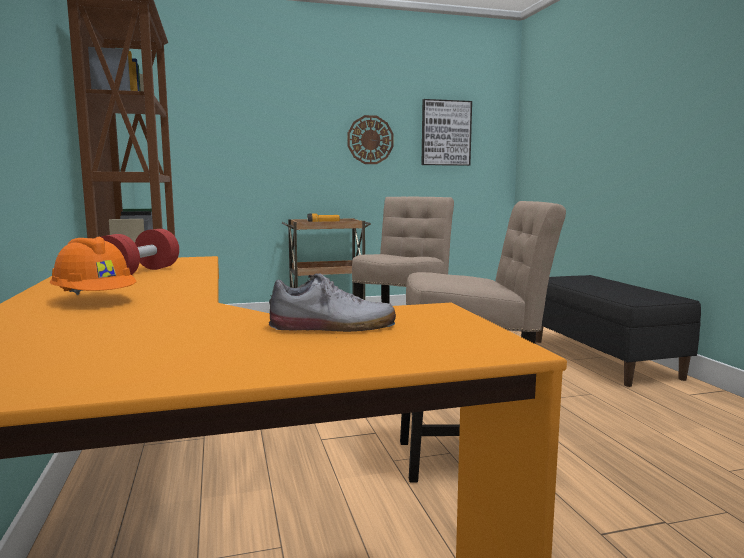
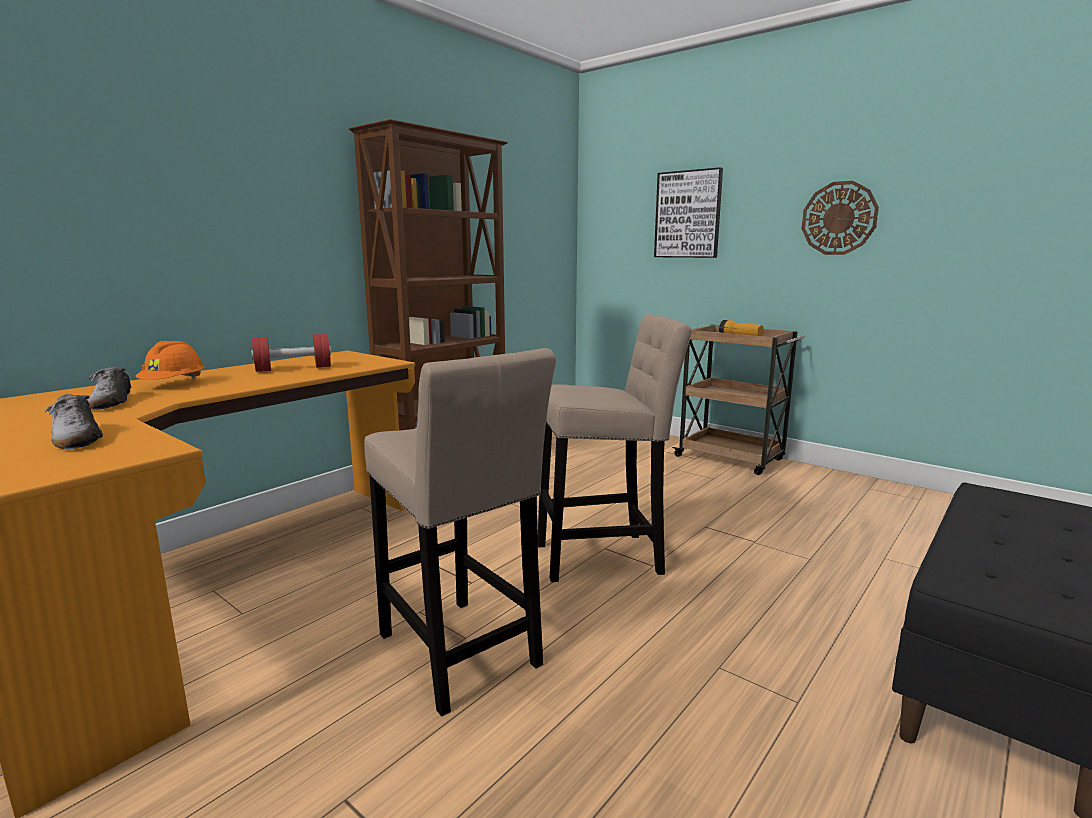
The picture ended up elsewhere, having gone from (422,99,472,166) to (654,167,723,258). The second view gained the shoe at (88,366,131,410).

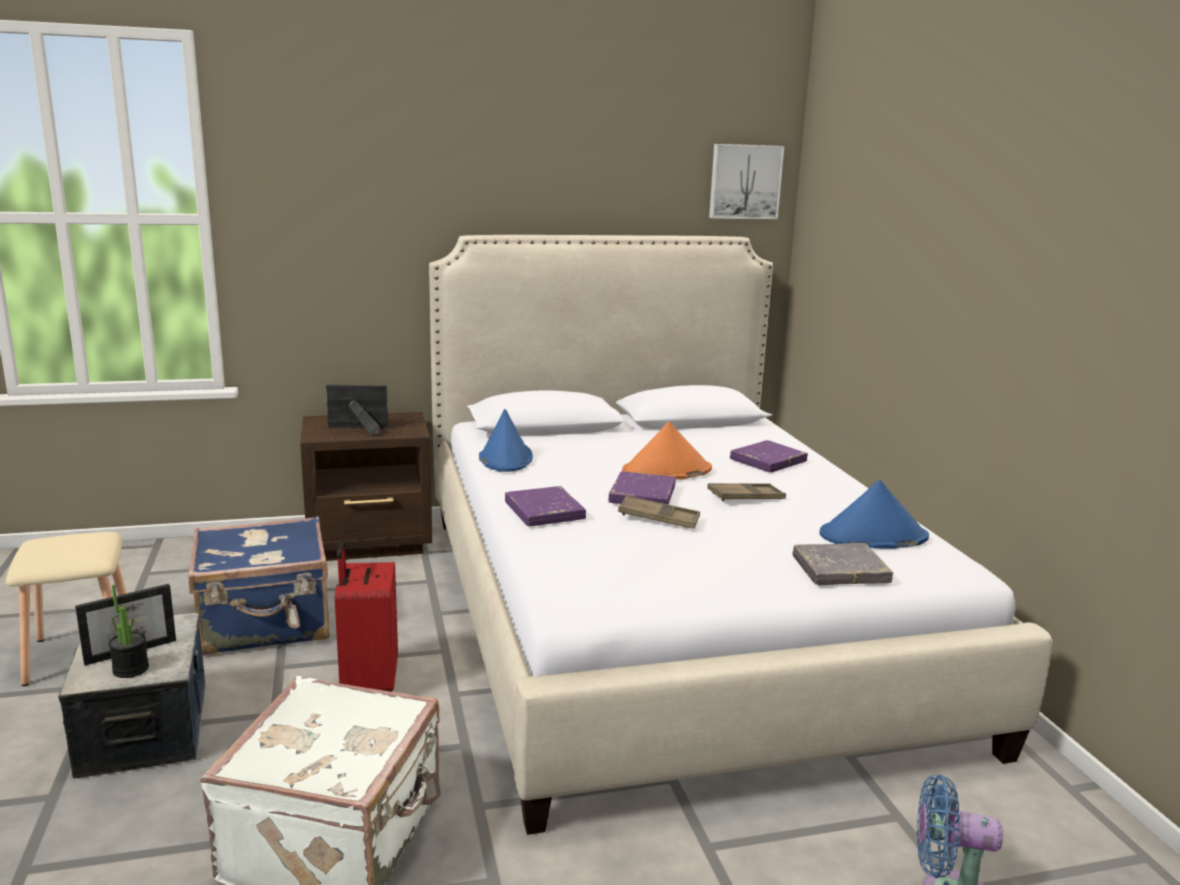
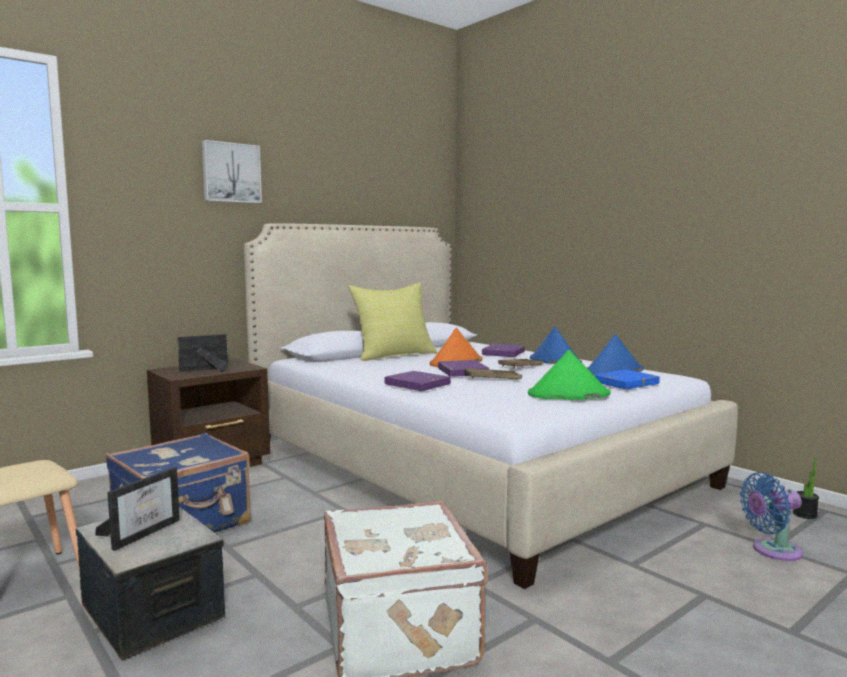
The picture ended up elsewhere, having gone from (709,144,784,219) to (202,140,262,203). The blue hat ended up elsewhere, having gone from (479,409,533,472) to (530,327,582,364). The second view lost the red suitcase at (335,540,398,692). What was the grey book at (793,543,893,585) turned into the blue book at (593,370,660,389). The potted plant ended up elsewhere, having gone from (109,585,149,678) to (793,457,819,519). The second view gained the yellow pillow at (348,283,437,361). The second view gained the green hat at (528,350,611,400).

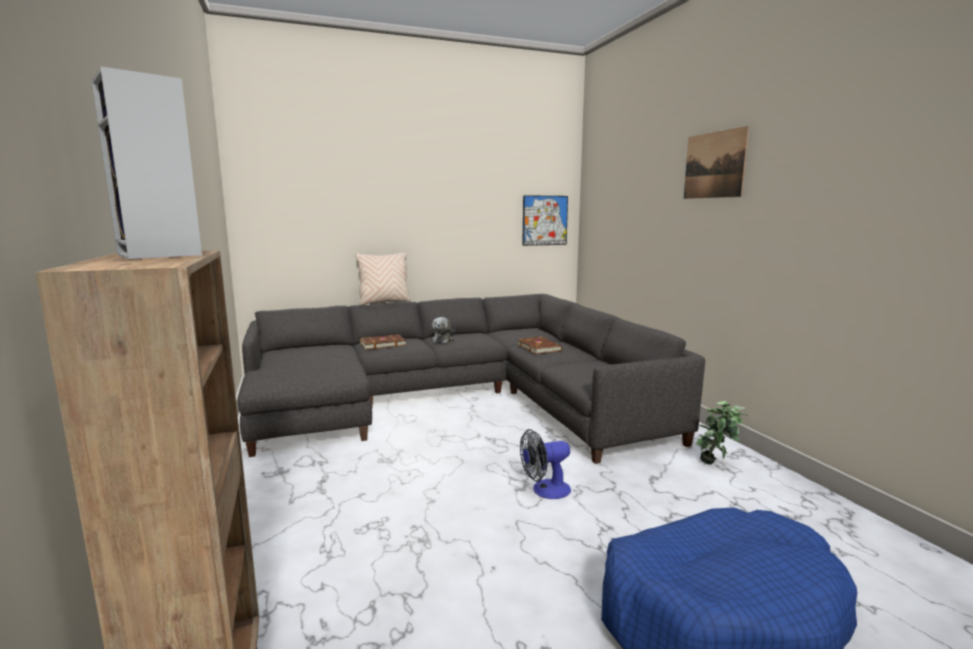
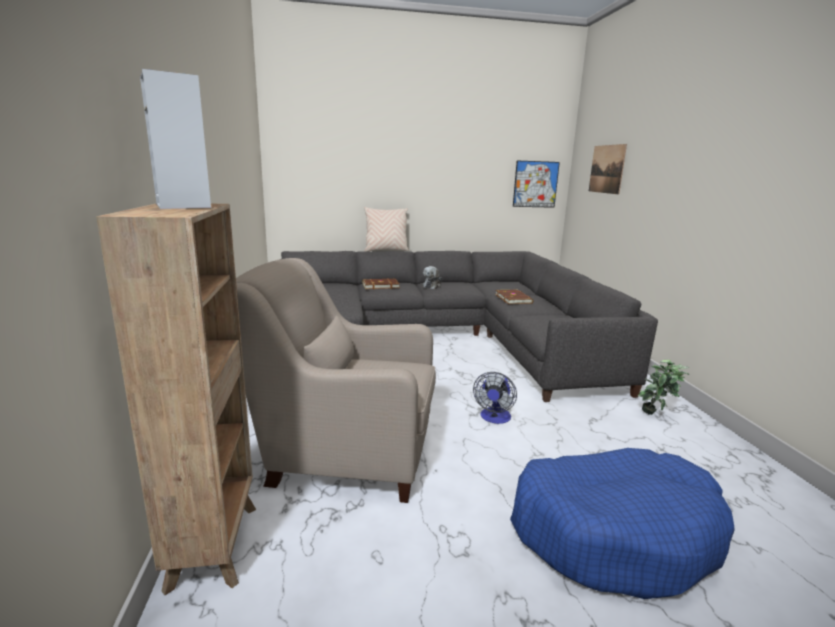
The picture ended up elsewhere, having gone from (684,126,749,199) to (589,144,627,195). The fan at (520,429,571,499) ended up facing another way, 60 degrees counterclockwise from before. The second view gained the beige armchair at (236,258,436,503).

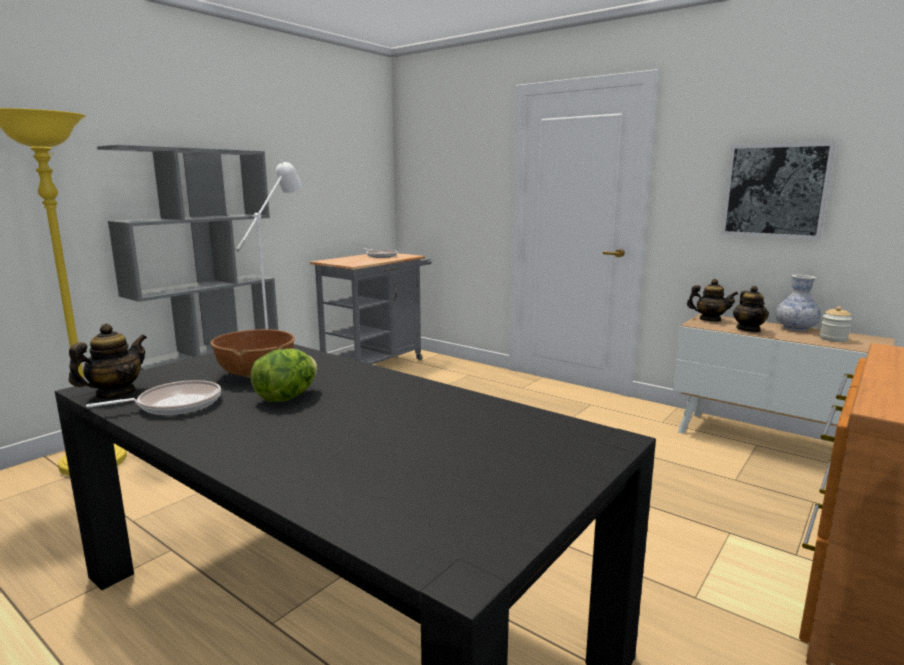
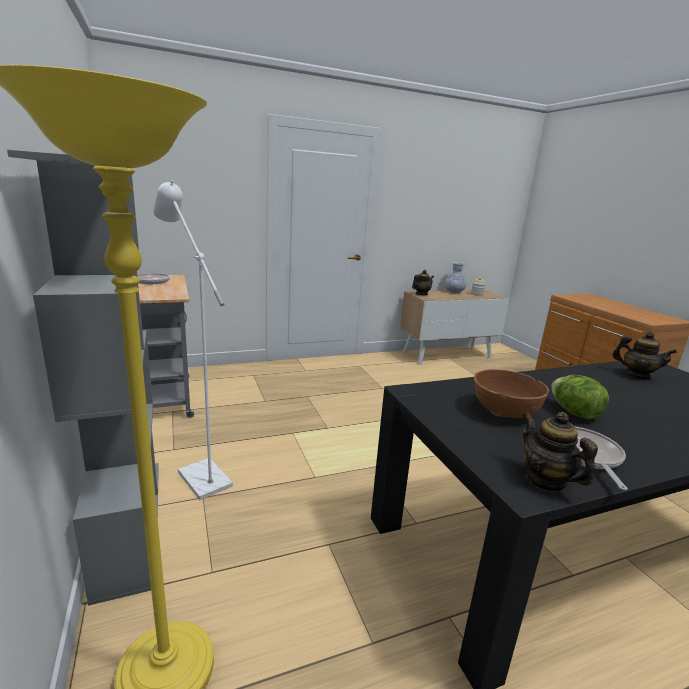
The second view lost the picture at (721,142,836,239). The teapot ended up elsewhere, having gone from (733,286,769,332) to (612,332,677,379).

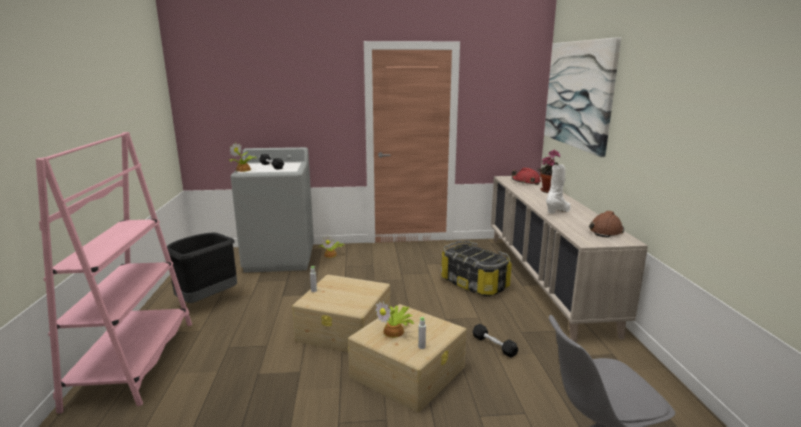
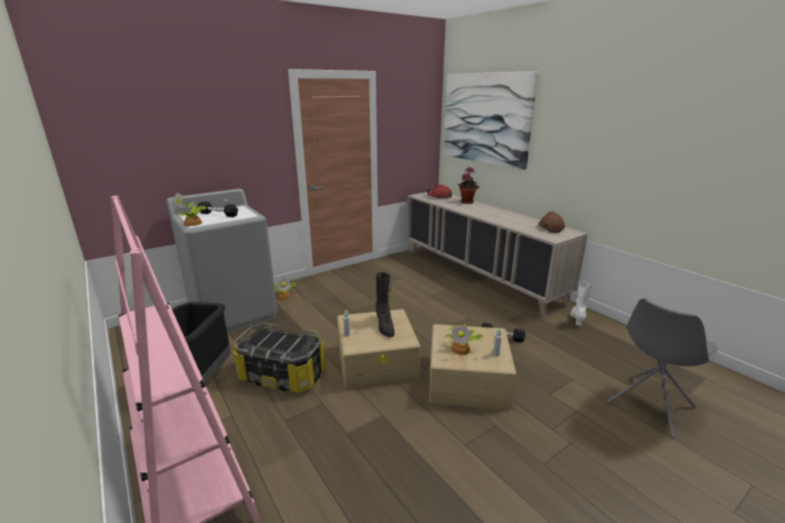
The white boot ended up elsewhere, having gone from (546,164,571,214) to (570,281,591,326). The storage box ended up elsewhere, having gone from (441,241,512,296) to (233,323,326,393). The second view gained the black boot at (376,272,395,338).

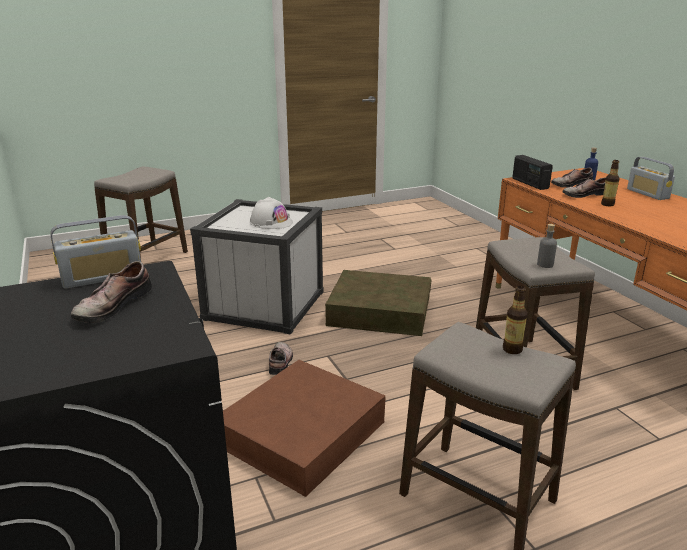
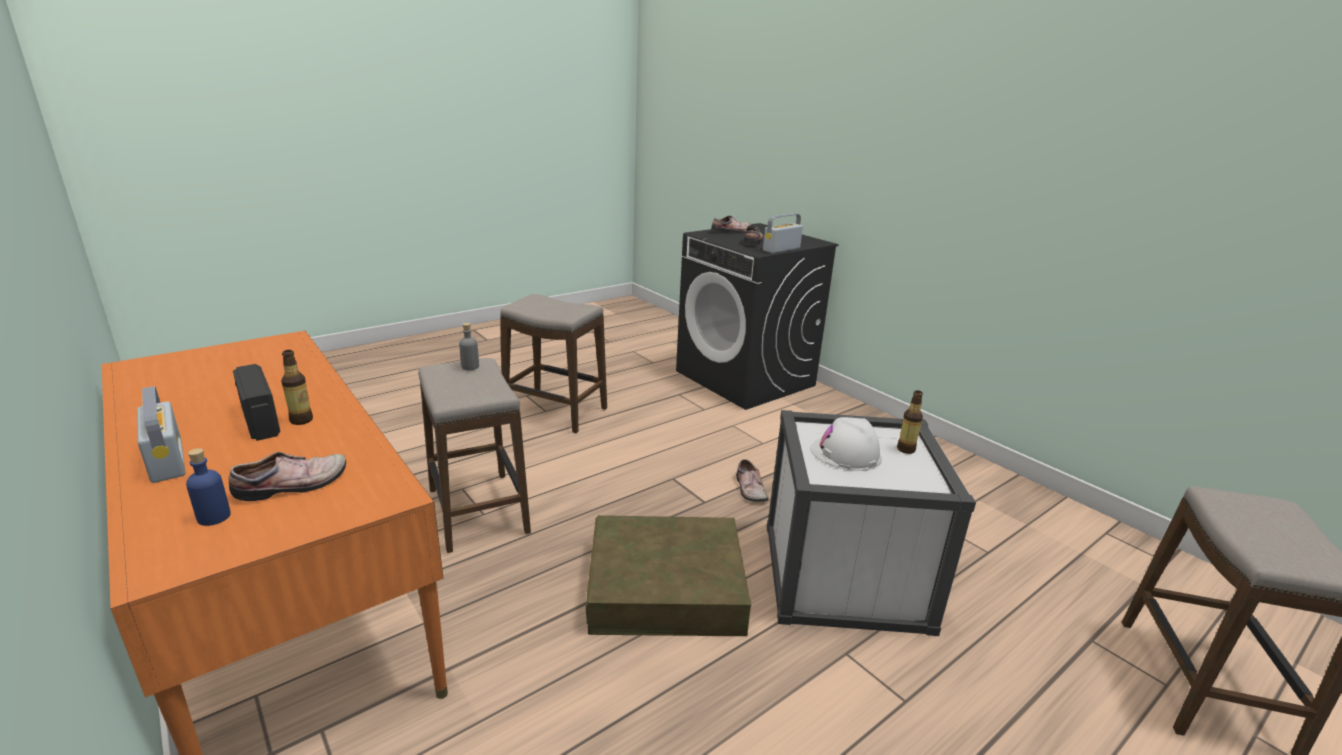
The radio ended up elsewhere, having gone from (512,155,553,190) to (233,364,280,441). The shoe ended up elsewhere, having gone from (563,177,606,198) to (711,216,751,233). The bottle ended up elsewhere, having gone from (503,286,528,354) to (897,390,923,454). The second view lost the brown storage box at (223,360,385,497).

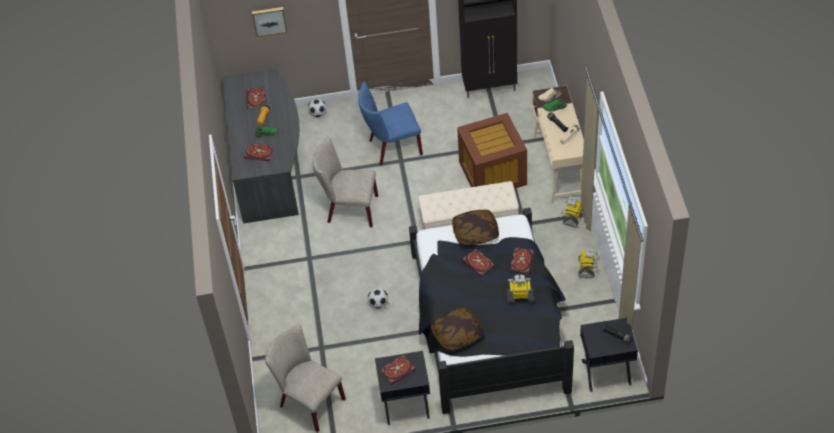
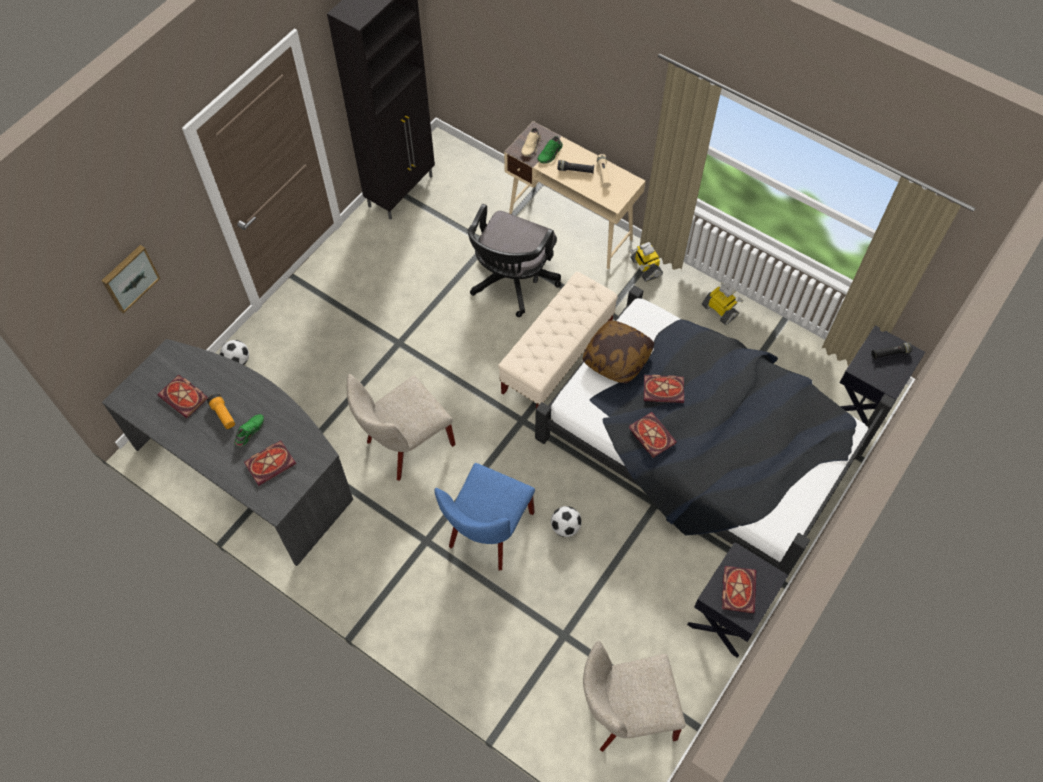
The blue chair ended up elsewhere, having gone from (358,82,423,165) to (435,463,535,570). Where the brown storage box stood at (457,113,527,189), the black office chair came to stand at (467,204,561,317). The book ended up elsewhere, having gone from (511,248,535,273) to (629,412,677,458). The second view lost the toy robot at (507,275,534,303). The second view lost the pillow at (430,307,484,351).

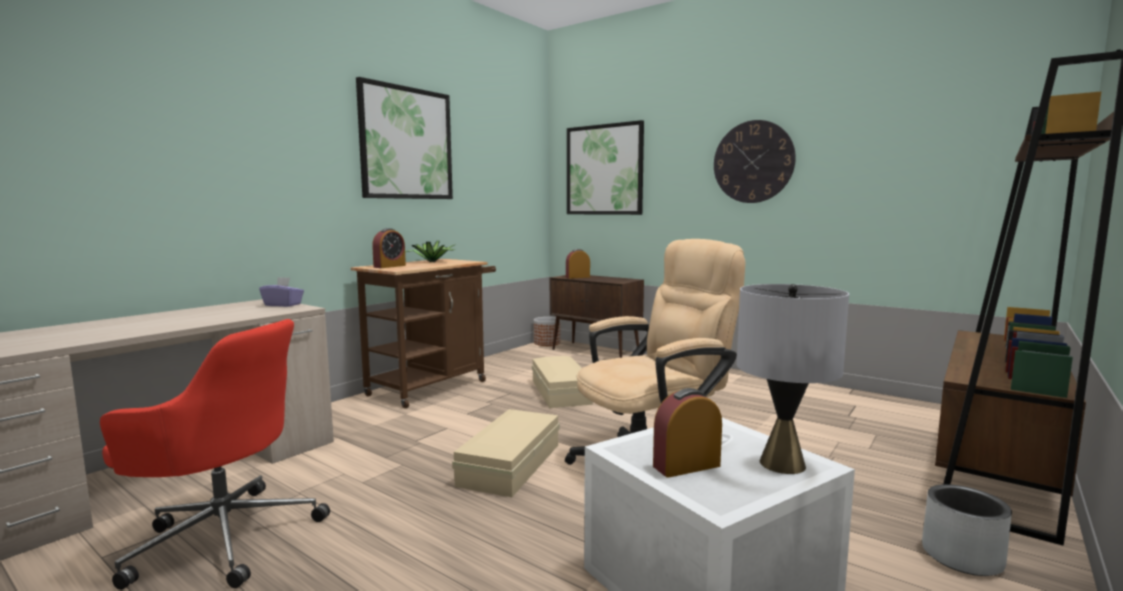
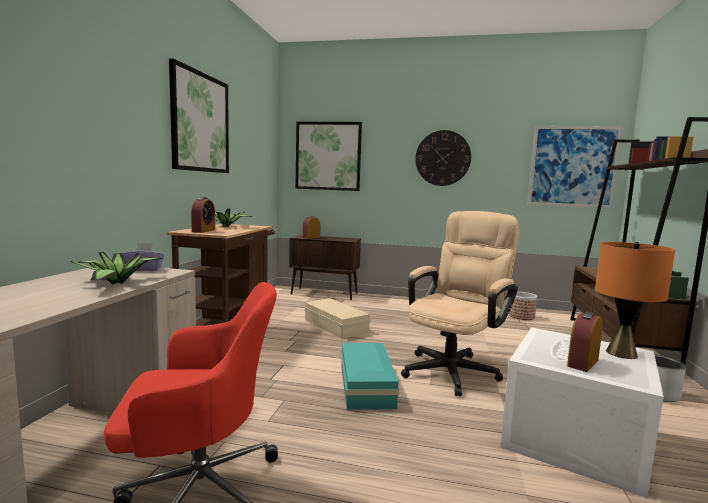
What was the grey table lamp at (737,284,849,474) turned into the orange table lamp at (595,242,675,359). The planter ended up elsewhere, having gone from (534,317,560,346) to (509,292,537,320). What was the beige storage box at (452,409,560,497) turned into the turquoise storage box at (341,343,399,410). The second view gained the picture at (528,126,623,208). The second view gained the potted plant at (71,252,164,284).

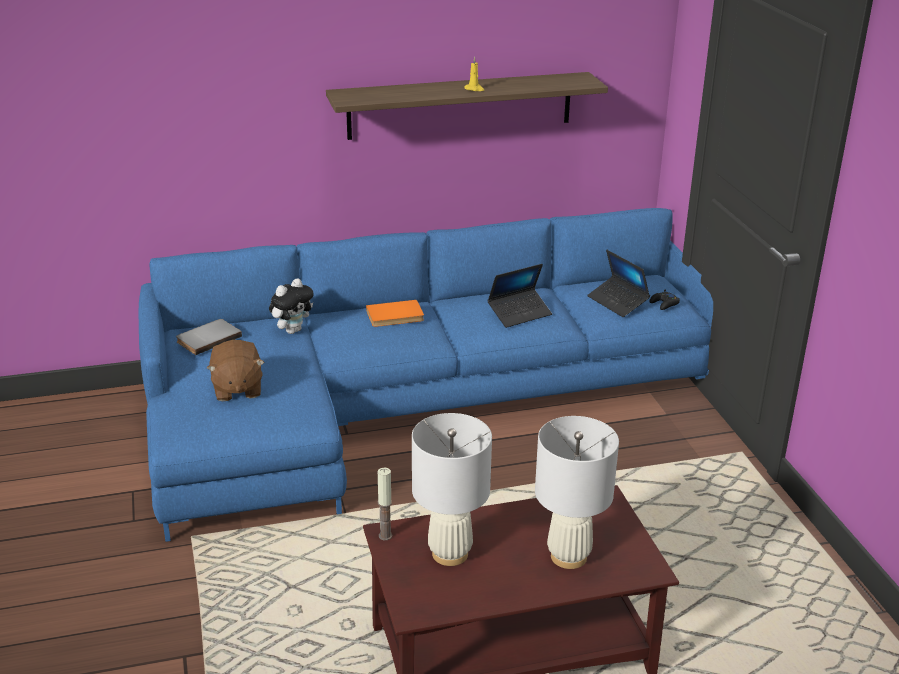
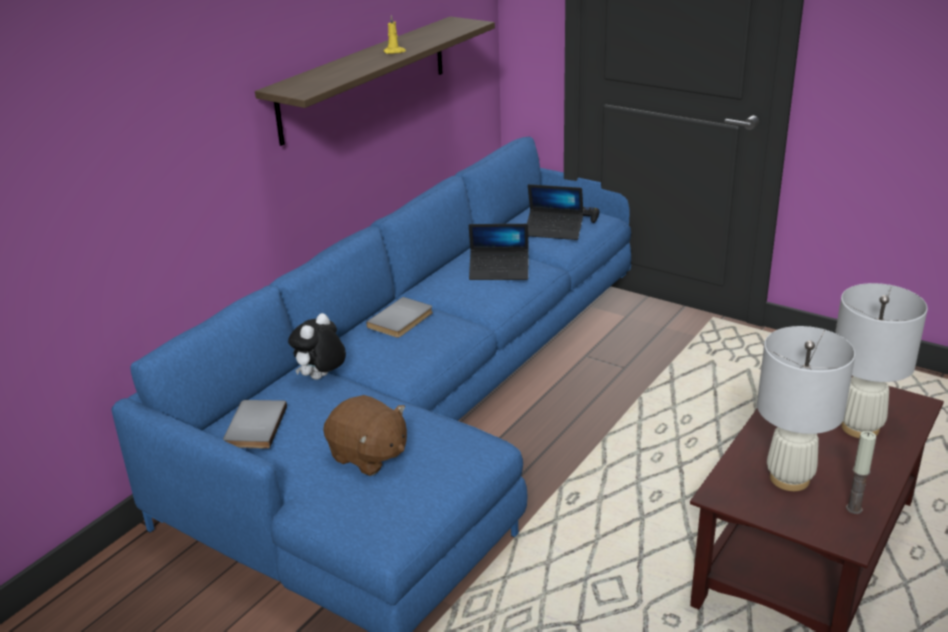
The laptop at (487,264,552,328) ended up facing another way, 75 degrees clockwise from before. The plush toy at (269,278,314,334) ended up facing another way, 150 degrees counterclockwise from before. What was the orange book at (366,300,424,327) turned into the grey book at (366,297,433,338). The candle ended up elsewhere, having gone from (378,468,392,540) to (846,431,876,514).

